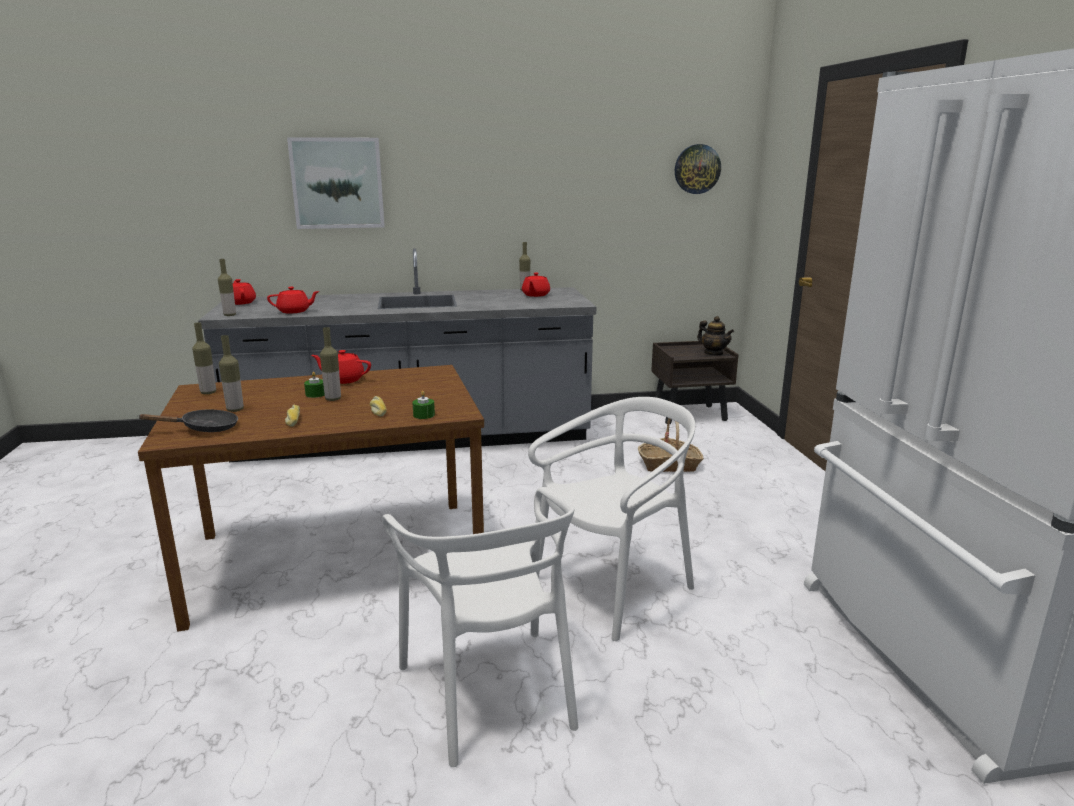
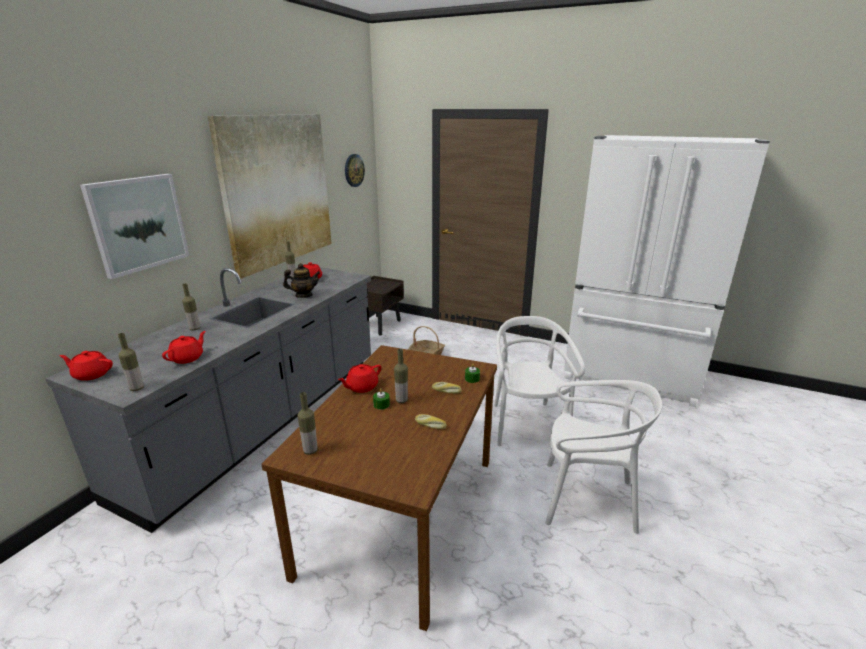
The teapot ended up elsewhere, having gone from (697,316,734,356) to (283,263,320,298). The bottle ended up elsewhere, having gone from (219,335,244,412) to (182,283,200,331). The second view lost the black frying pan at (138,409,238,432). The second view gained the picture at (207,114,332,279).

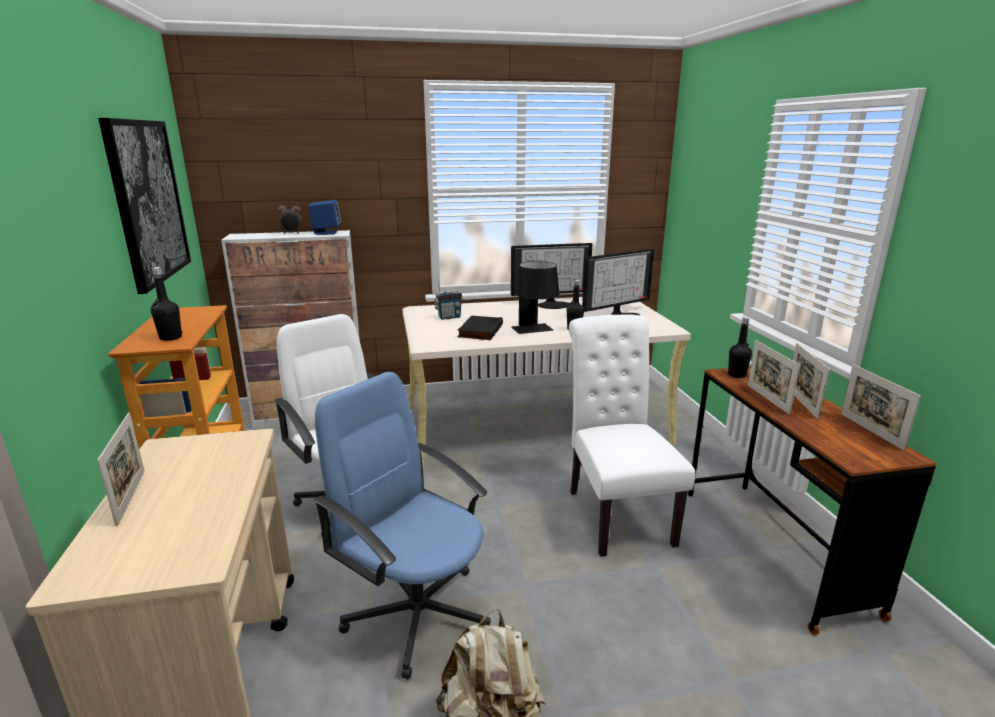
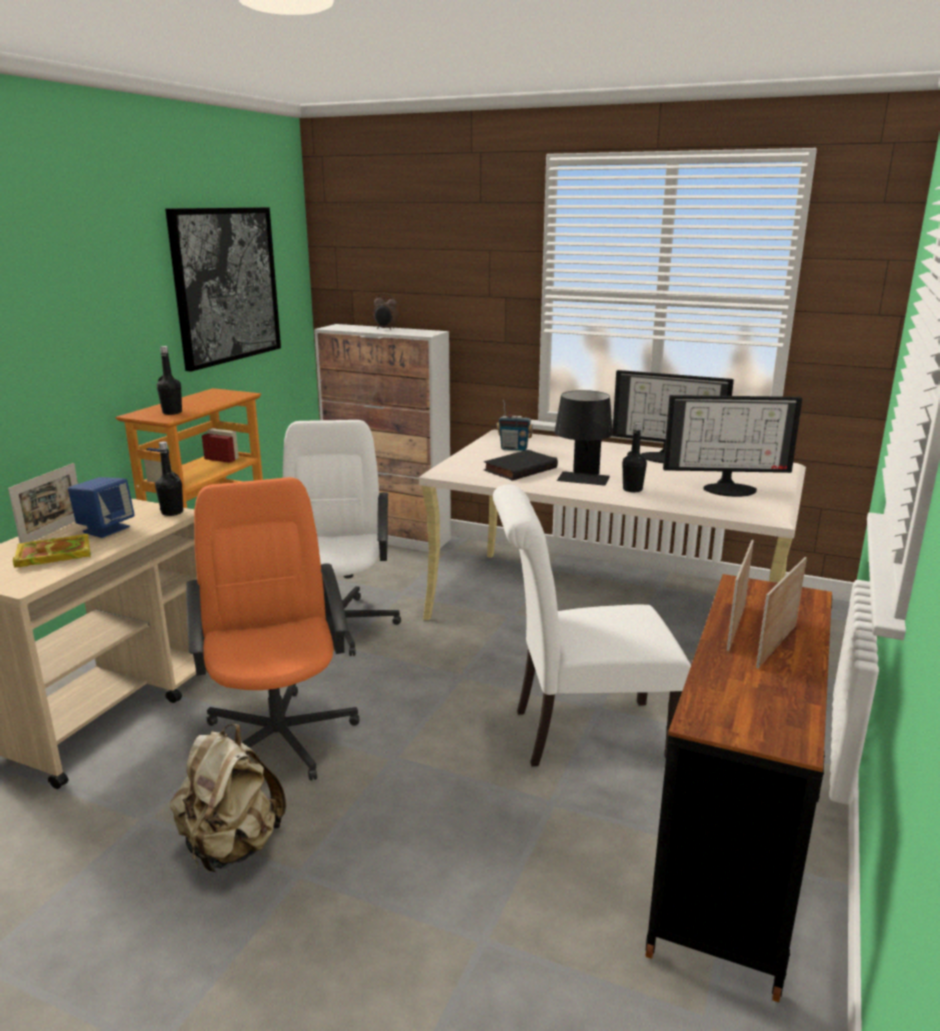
The blue speaker ended up elsewhere, having gone from (308,200,341,235) to (68,477,135,538). The white chair at (569,314,695,557) ended up facing another way, 120 degrees counterclockwise from before. The black bottle ended up elsewhere, having gone from (728,317,752,378) to (155,441,183,516). The second view lost the picture frame at (841,364,921,451). What was the blue office chair at (313,372,491,680) turned into the orange office chair at (186,477,359,781). The second view gained the book at (13,534,91,568).

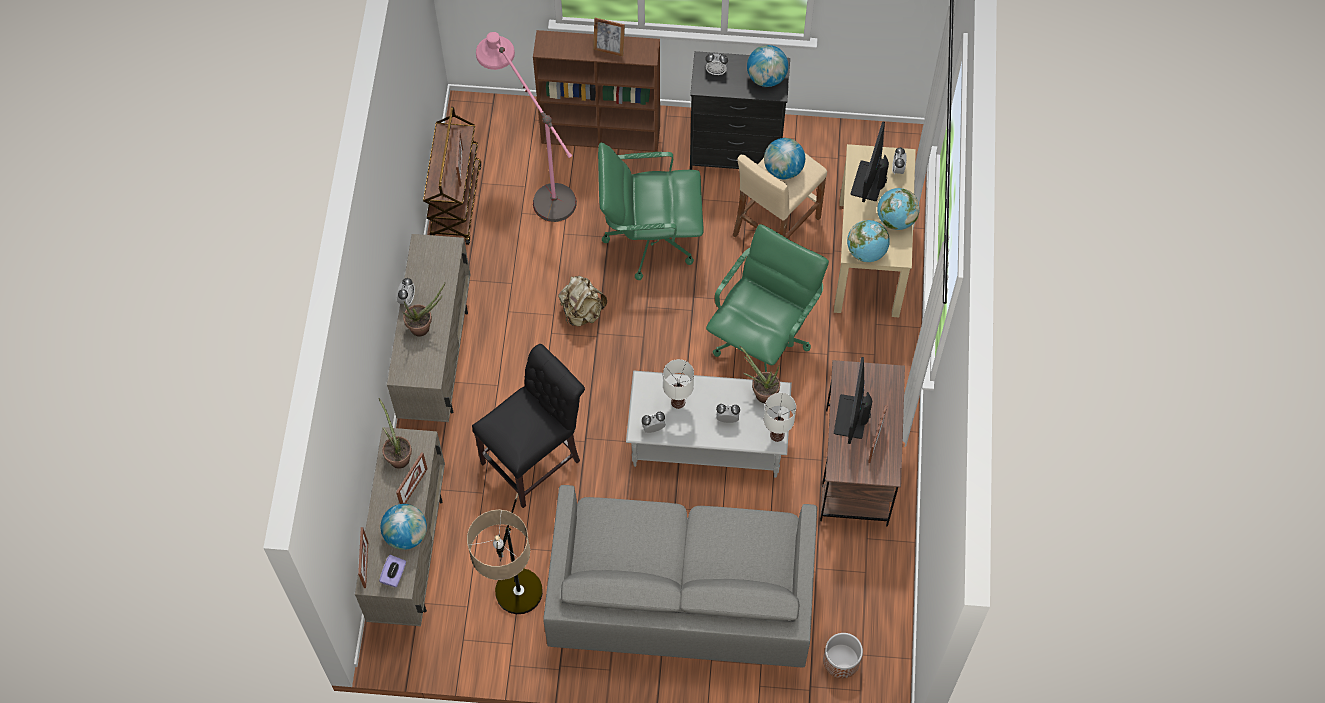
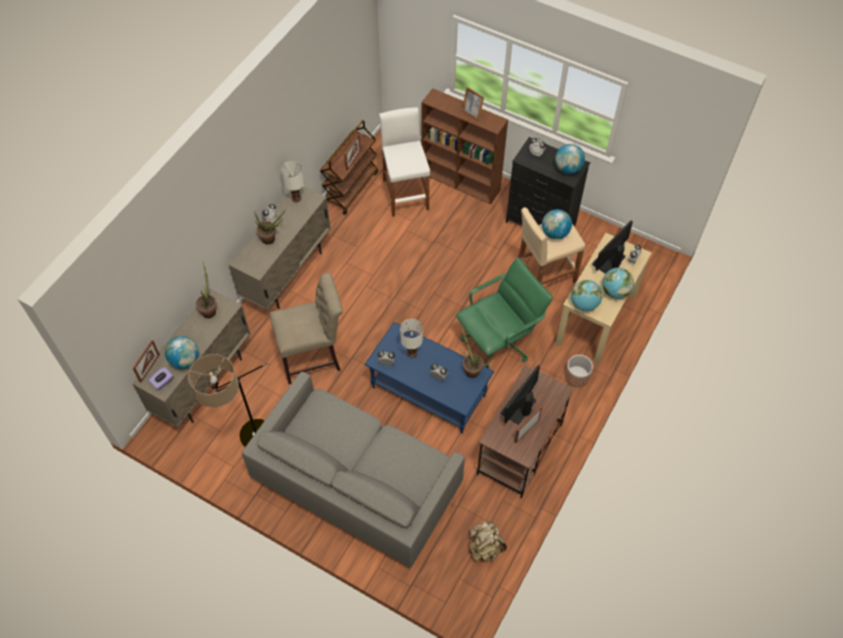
Where the pink floor lamp stood at (476,32,577,222), the white stool came to stand at (379,107,430,217). The second view lost the green office chair at (598,142,704,280). The beige backpack ended up elsewhere, having gone from (558,276,607,327) to (469,521,507,561). What was the black chair at (472,344,585,508) turned into the beige chair at (270,273,343,384). What was the grey coffee table at (626,370,792,478) turned into the blue coffee table at (364,322,494,434). The white table lamp ended up elsewhere, having gone from (764,393,796,442) to (281,161,304,202). The second view lost the picture frame at (396,452,428,504). The planter ended up elsewhere, having gone from (823,633,863,679) to (565,355,593,387).

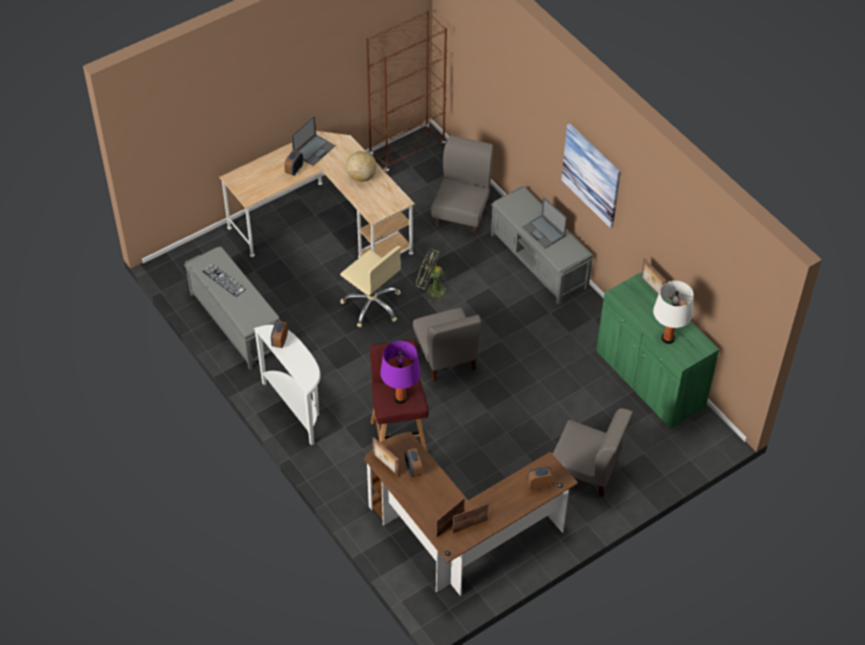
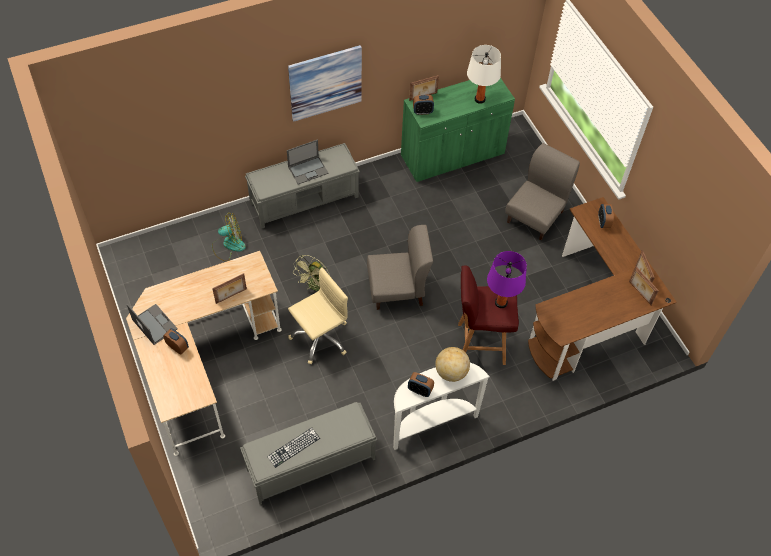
The second view lost the brown bookcase at (366,10,447,174). Where the grey chair stood at (431,135,493,235), the fan came to stand at (212,212,246,261). The globe ended up elsewhere, having gone from (346,151,377,182) to (435,347,470,382). The picture frame ended up elsewhere, having gone from (373,437,399,477) to (212,273,247,304). The alarm clock ended up elsewhere, having gone from (405,448,422,477) to (413,95,434,115).

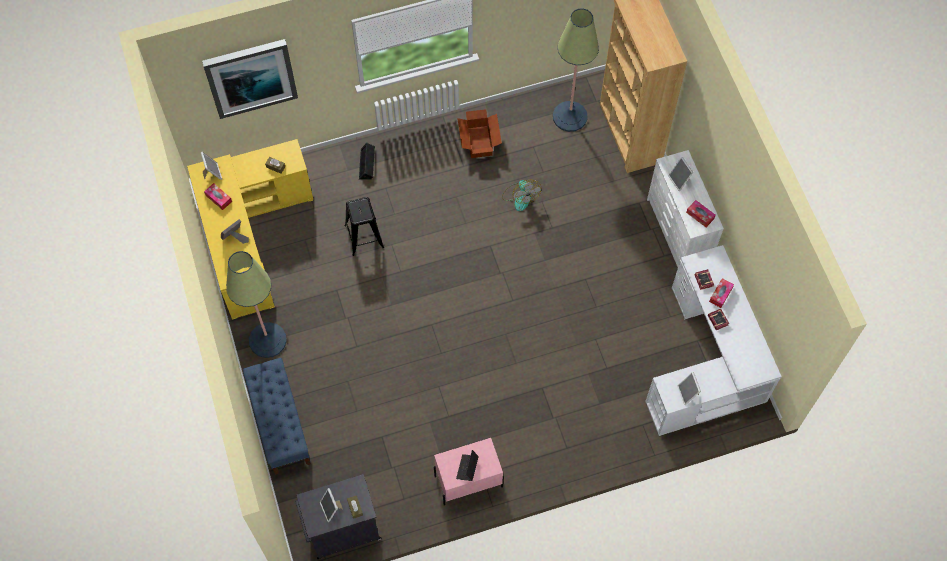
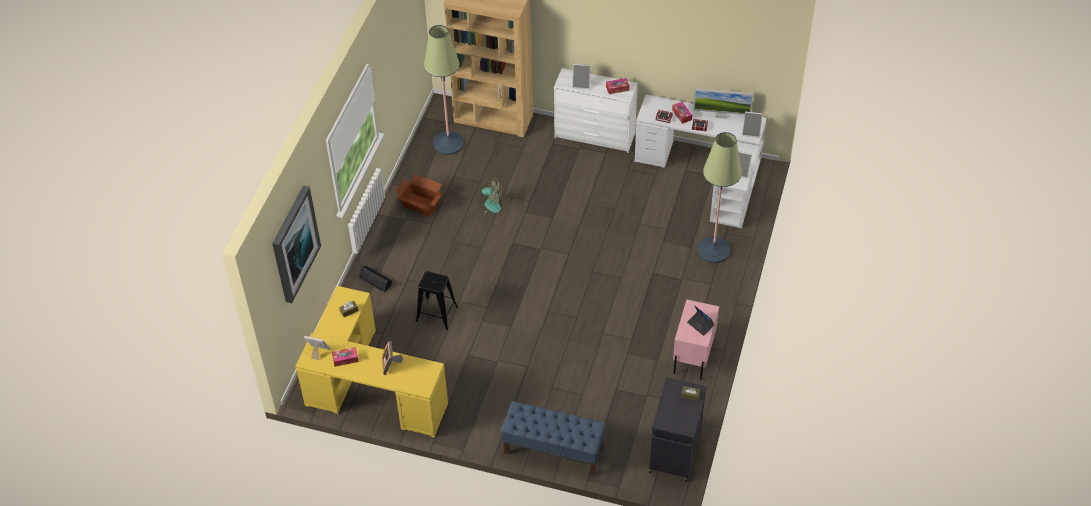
The floor lamp ended up elsewhere, having gone from (226,251,287,358) to (697,132,742,263). The picture frame ended up elsewhere, having gone from (320,488,343,522) to (742,111,763,138). The second view gained the monitor at (693,88,753,119).

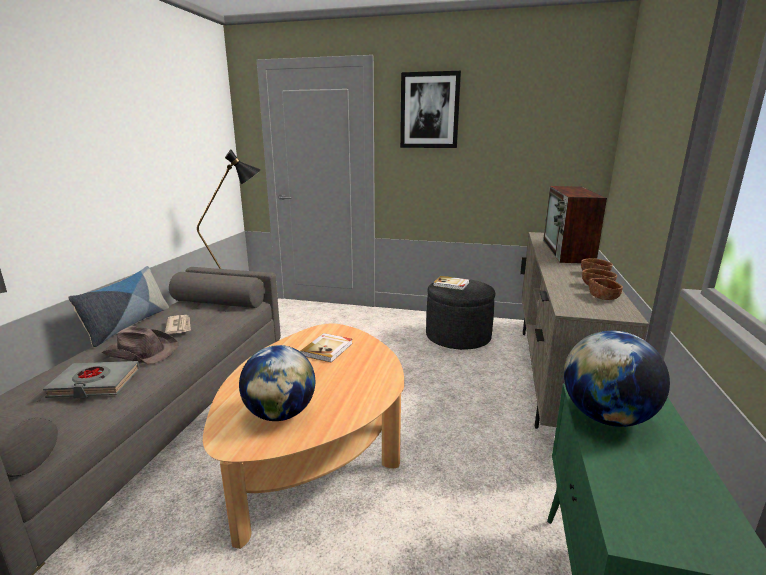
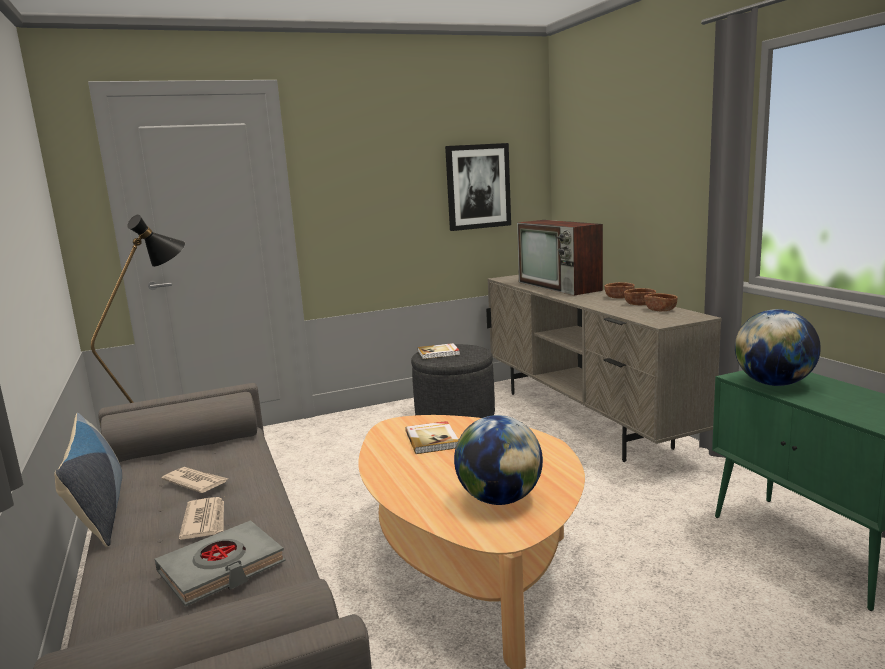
The picture ended up elsewhere, having gone from (400,71,461,148) to (445,143,511,231). Where the brown hat stood at (101,326,179,364), the newspaper came to stand at (179,497,224,540).

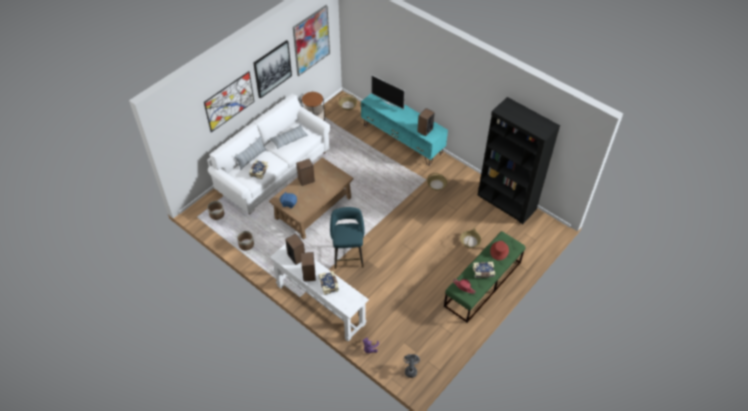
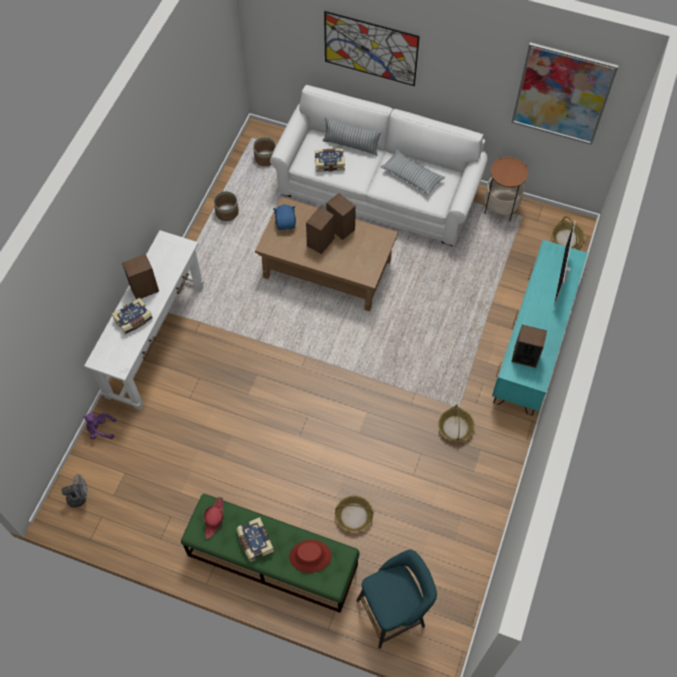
The second view lost the picture at (253,40,292,99). The second view lost the black bookcase at (477,97,560,224). The turquoise stool ended up elsewhere, having gone from (330,207,364,269) to (356,550,437,649). The speaker ended up elsewhere, having gone from (285,233,305,265) to (306,207,335,254).

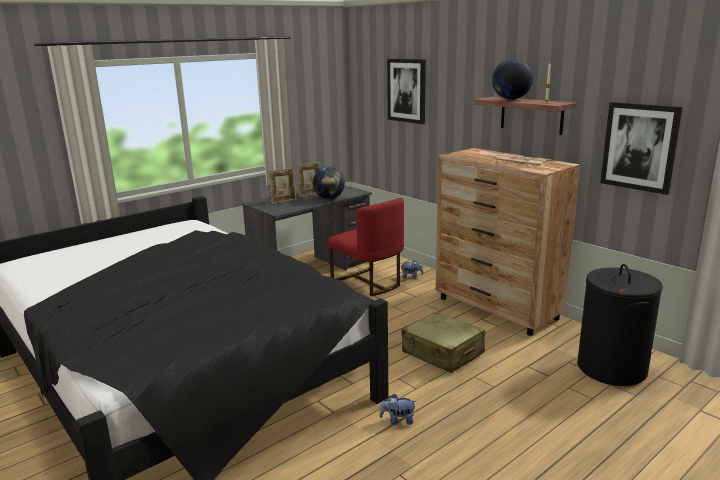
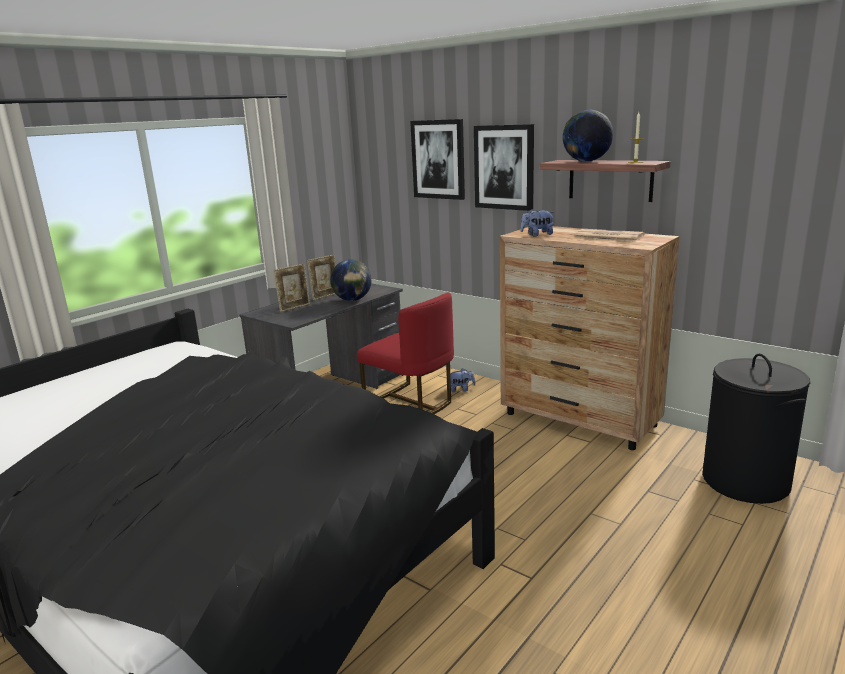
The picture ended up elsewhere, having gone from (600,102,682,195) to (474,124,534,211). The second view lost the beige suitcase at (401,312,485,373). The plush toy ended up elsewhere, having gone from (379,394,416,425) to (520,209,554,237).

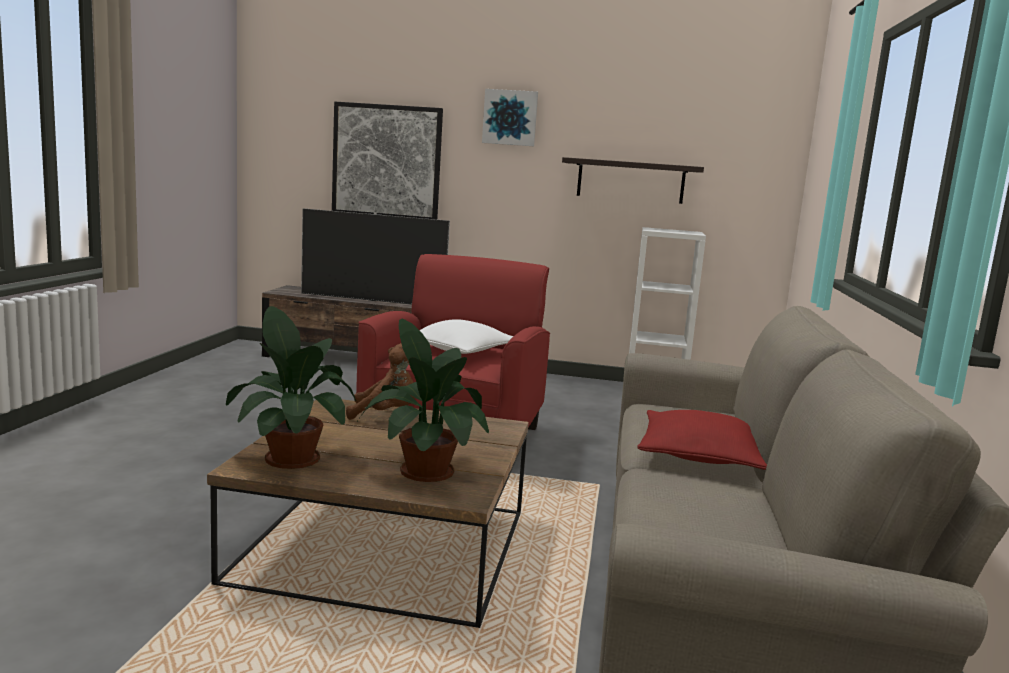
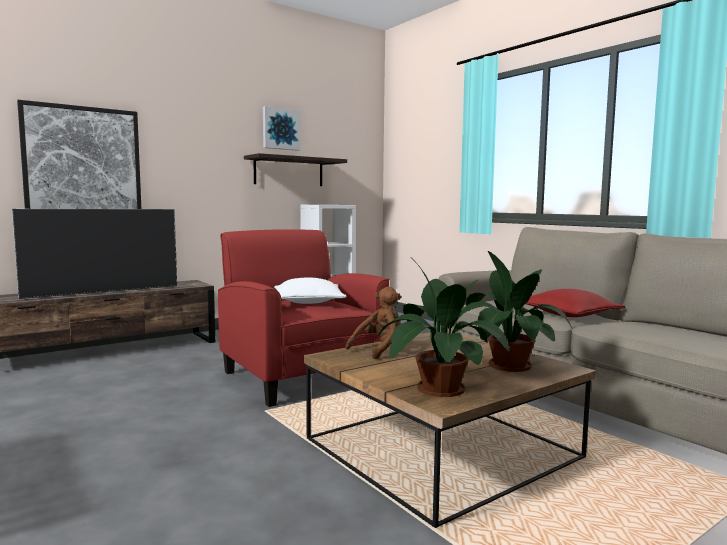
The picture ended up elsewhere, having gone from (482,89,538,146) to (263,106,301,151).

